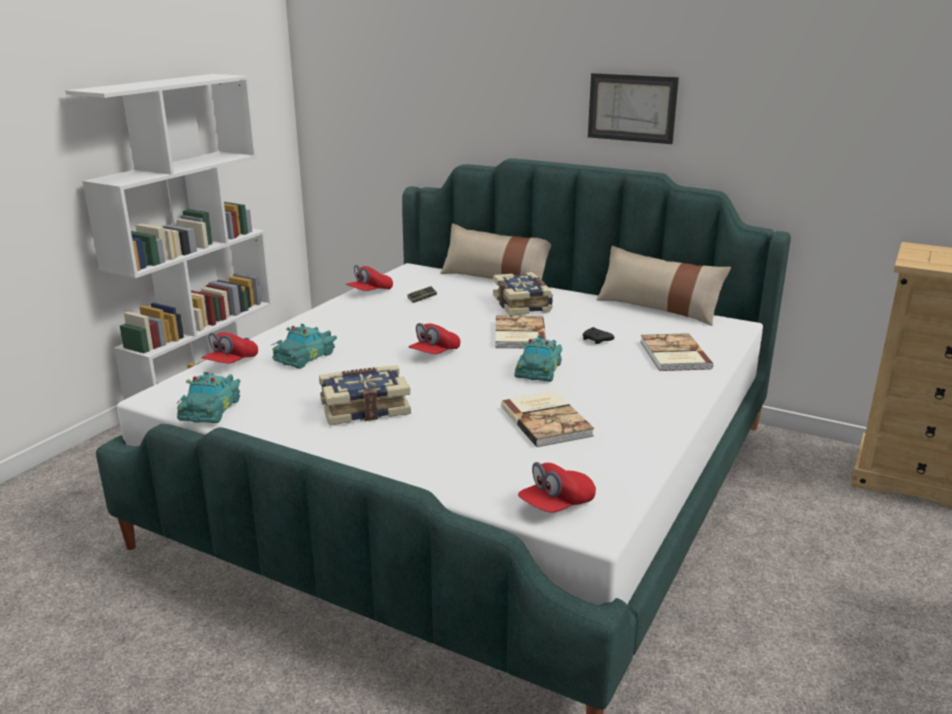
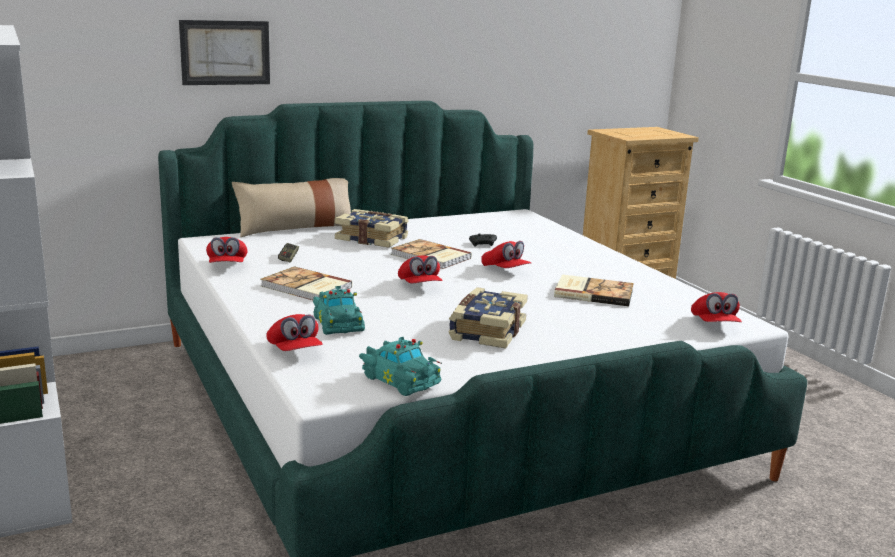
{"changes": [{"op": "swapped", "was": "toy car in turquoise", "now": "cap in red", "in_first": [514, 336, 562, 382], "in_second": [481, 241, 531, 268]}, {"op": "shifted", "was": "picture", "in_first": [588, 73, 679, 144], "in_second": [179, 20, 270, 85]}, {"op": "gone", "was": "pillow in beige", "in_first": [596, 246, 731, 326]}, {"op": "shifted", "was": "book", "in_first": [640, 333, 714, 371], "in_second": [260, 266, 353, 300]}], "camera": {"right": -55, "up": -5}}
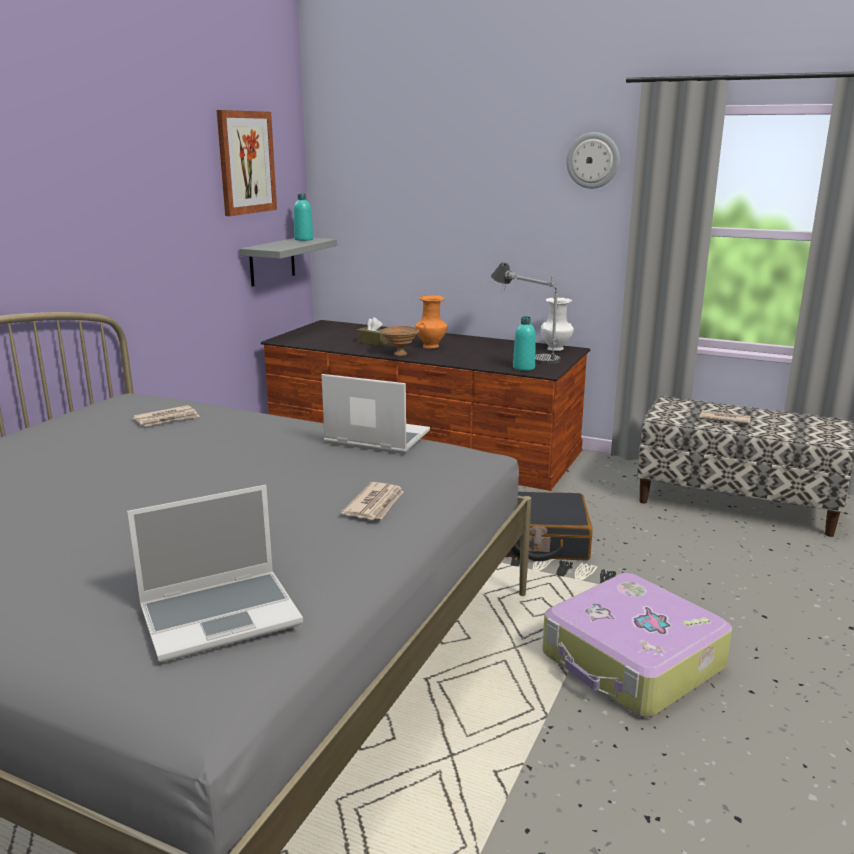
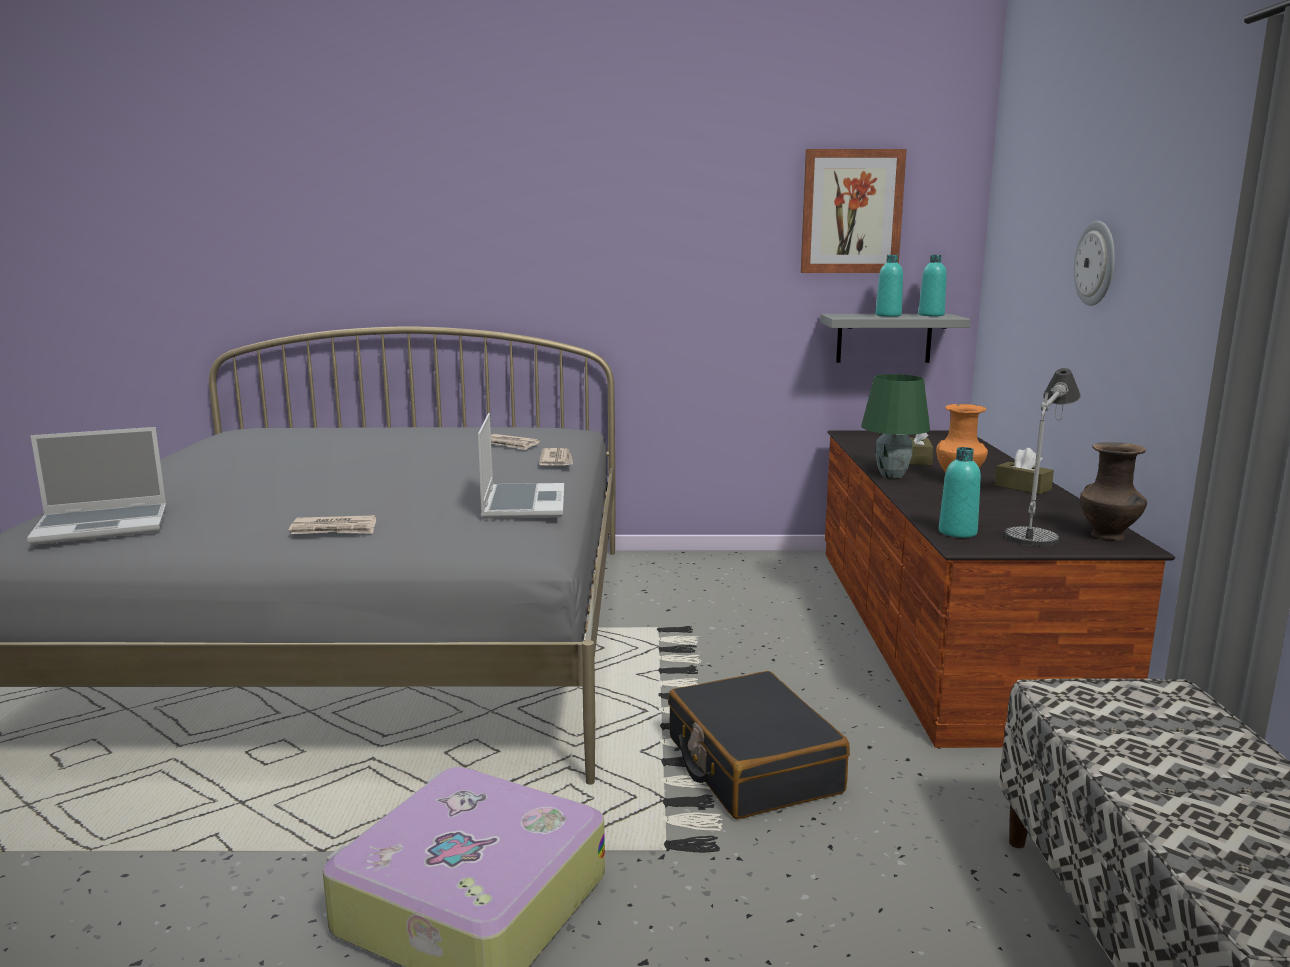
{"changes": [{"op": "rotated", "was": "laptop", "in_first": [127, 485, 303, 662], "in_second": [27, 427, 167, 545], "clockwise": -60}, {"op": "swapped", "was": "bowl in brown", "now": "table lamp in green", "in_first": [379, 326, 419, 356], "in_second": [861, 374, 930, 478]}, {"op": "repainted", "was": "vase in white", "now": "vase in brown", "in_first": [541, 297, 574, 351], "in_second": [1080, 442, 1147, 541]}, {"op": "shifted", "was": "wall clock", "in_first": [566, 132, 619, 189], "in_second": [1074, 221, 1115, 306]}, {"op": "shifted", "was": "newspaper", "in_first": [700, 411, 750, 424], "in_second": [539, 448, 573, 465]}, {"op": "new", "now": "bottle in turquoise", "in_second": [876, 255, 903, 317]}, {"op": "new", "now": "tissue box in brown", "in_second": [995, 448, 1054, 495]}], "camera": {"right": 65, "up": -5}}
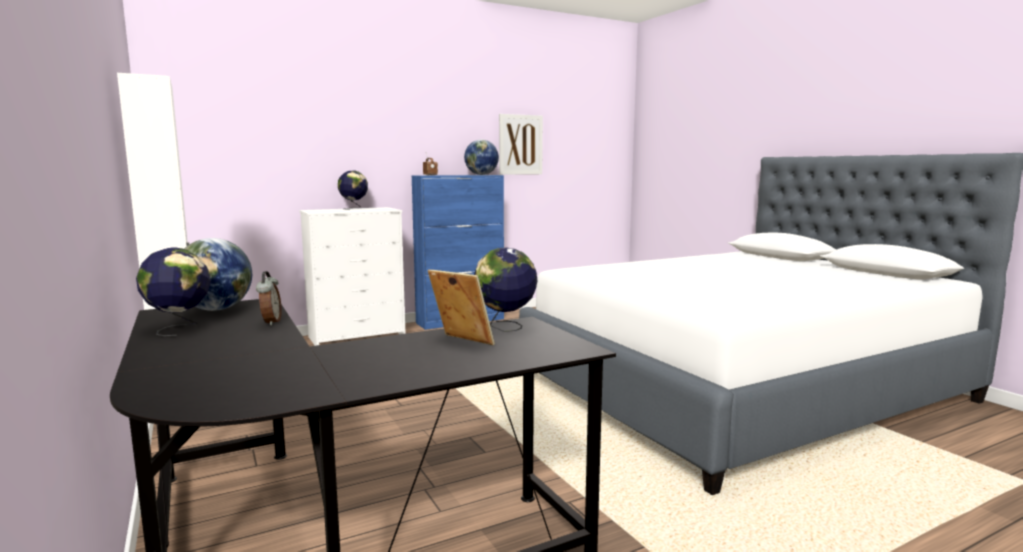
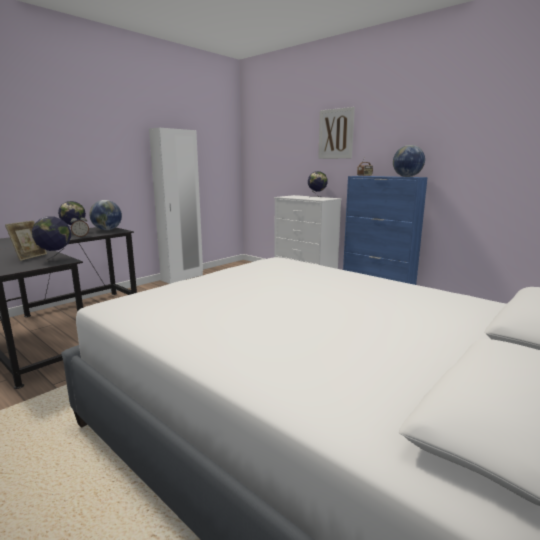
{"changes": [{"op": "shifted", "was": "picture", "in_first": [499, 114, 543, 175], "in_second": [318, 107, 355, 159]}], "camera": {"right": 70, "up": 5}}
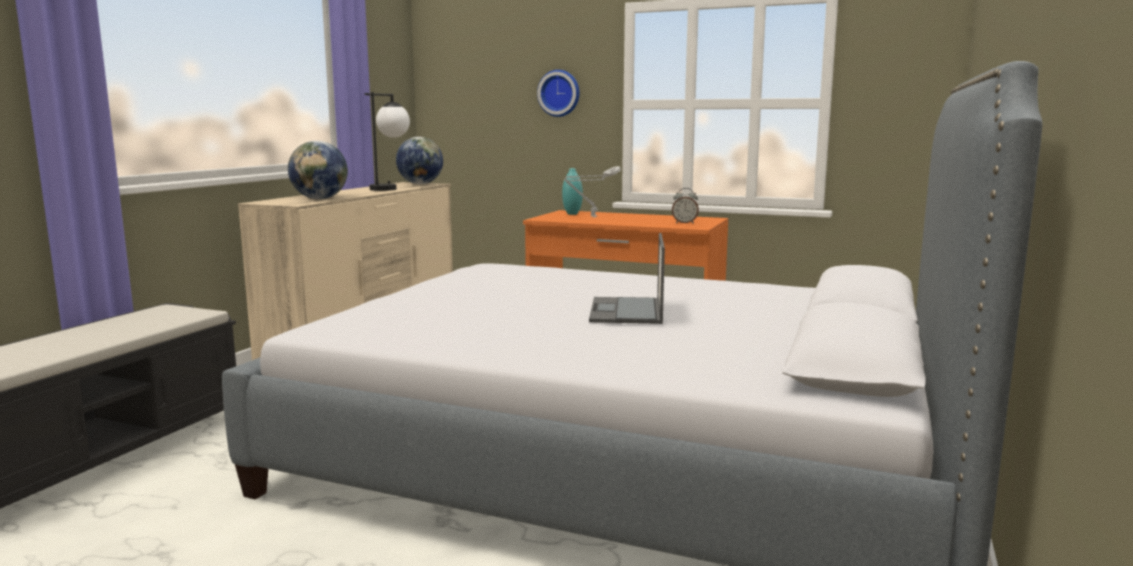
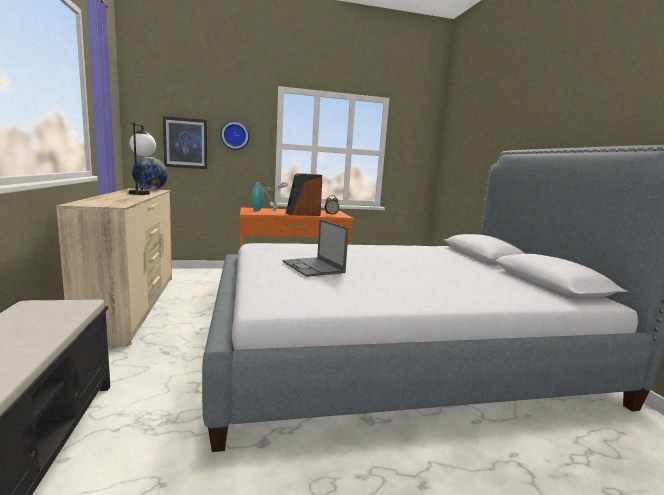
{"changes": [{"op": "gone", "was": "globe", "in_first": [288, 141, 348, 199]}, {"op": "shifted", "was": "laptop", "in_first": [589, 233, 665, 324], "in_second": [282, 219, 349, 277]}, {"op": "new", "now": "picture", "in_second": [163, 116, 207, 169]}, {"op": "new", "now": "speaker", "in_second": [286, 173, 322, 216]}], "camera": {"right": -35, "up": 0}}
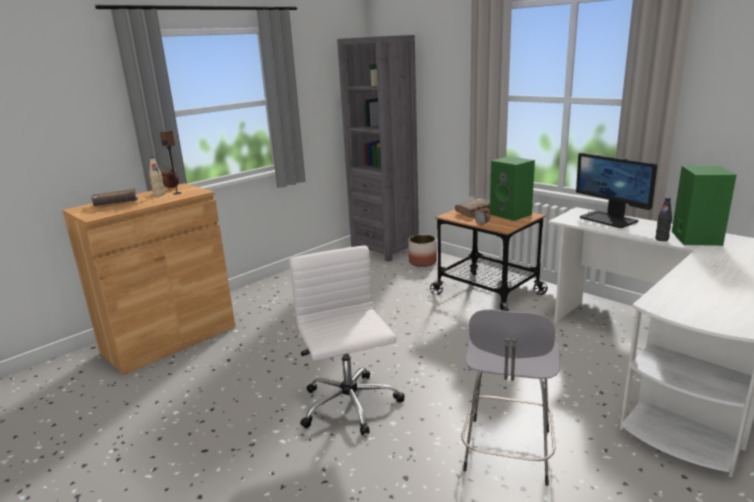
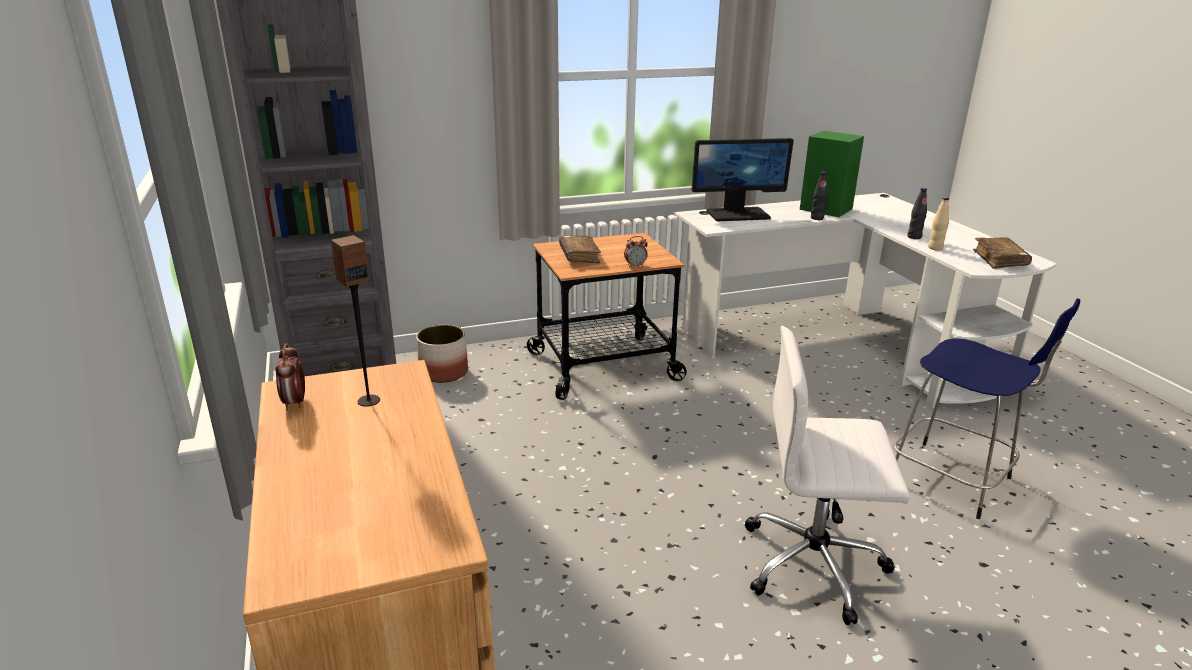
{"changes": [{"op": "shifted", "was": "book in brown", "in_first": [91, 189, 138, 206], "in_second": [973, 237, 1032, 269]}, {"op": "shifted", "was": "bottle in beige", "in_first": [149, 156, 165, 196], "in_second": [928, 197, 949, 251]}, {"op": "repainted", "was": "stool in grey", "now": "stool in blue", "in_first": [461, 309, 560, 486], "in_second": [894, 298, 1080, 519]}, {"op": "gone", "was": "speaker in green", "in_first": [490, 156, 535, 221]}, {"op": "new", "now": "bottle in black", "in_second": [908, 188, 927, 239]}], "camera": {"right": -65, "up": 5}}
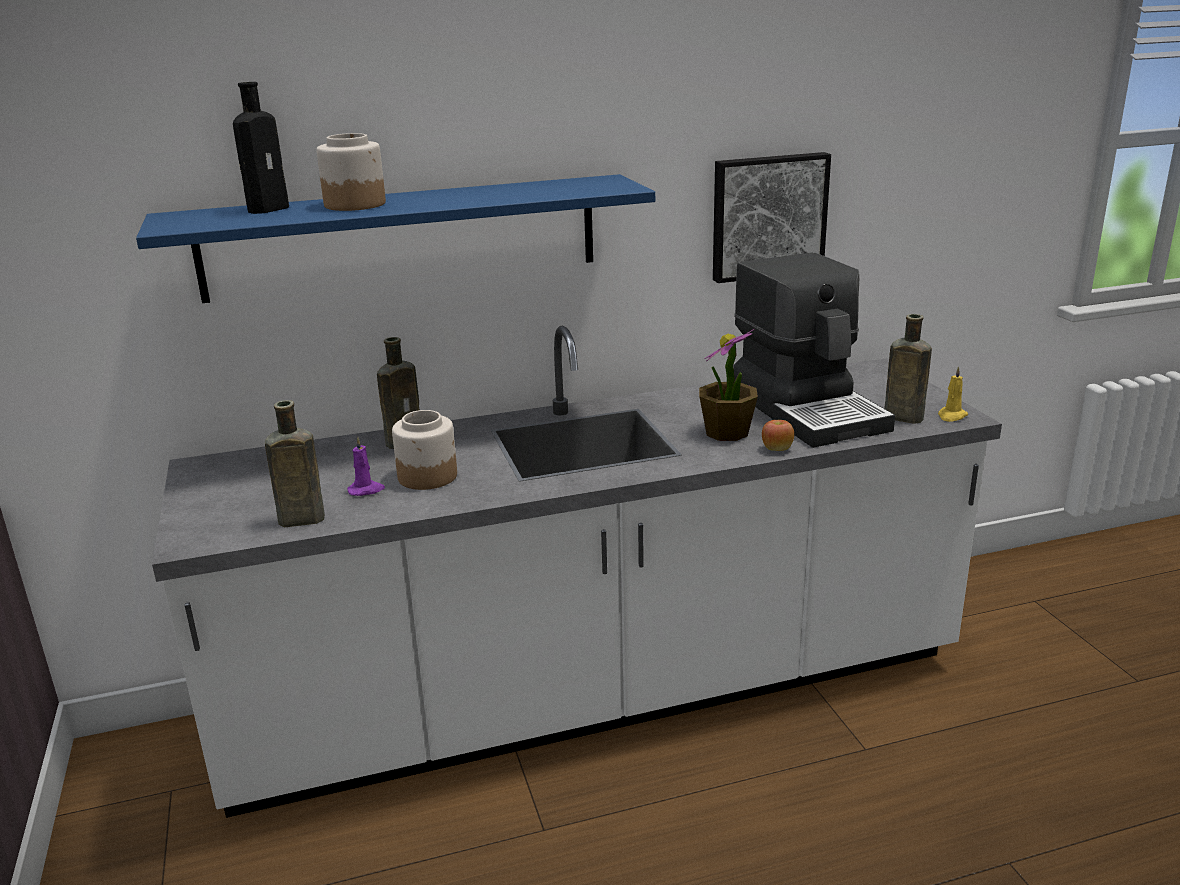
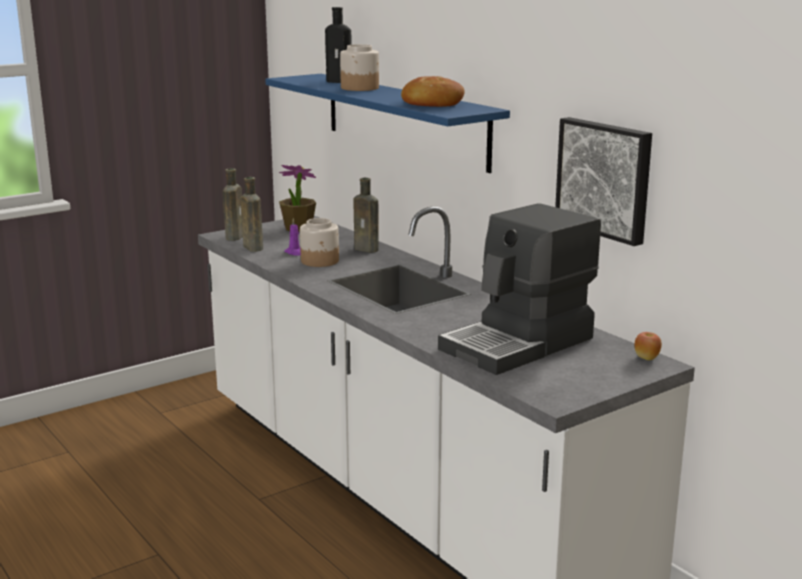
{"changes": [{"op": "shifted", "was": "potted plant", "in_first": [699, 329, 758, 441], "in_second": [279, 165, 316, 232]}, {"op": "shifted", "was": "apple", "in_first": [762, 420, 794, 451], "in_second": [635, 332, 662, 360]}, {"op": "shifted", "was": "bottle in brown", "in_first": [884, 314, 932, 424], "in_second": [223, 168, 243, 241]}, {"op": "gone", "was": "candle in yellow", "in_first": [938, 366, 968, 422]}, {"op": "new", "now": "bread", "in_second": [401, 76, 465, 107]}], "camera": {"right": 70, "up": -5}}
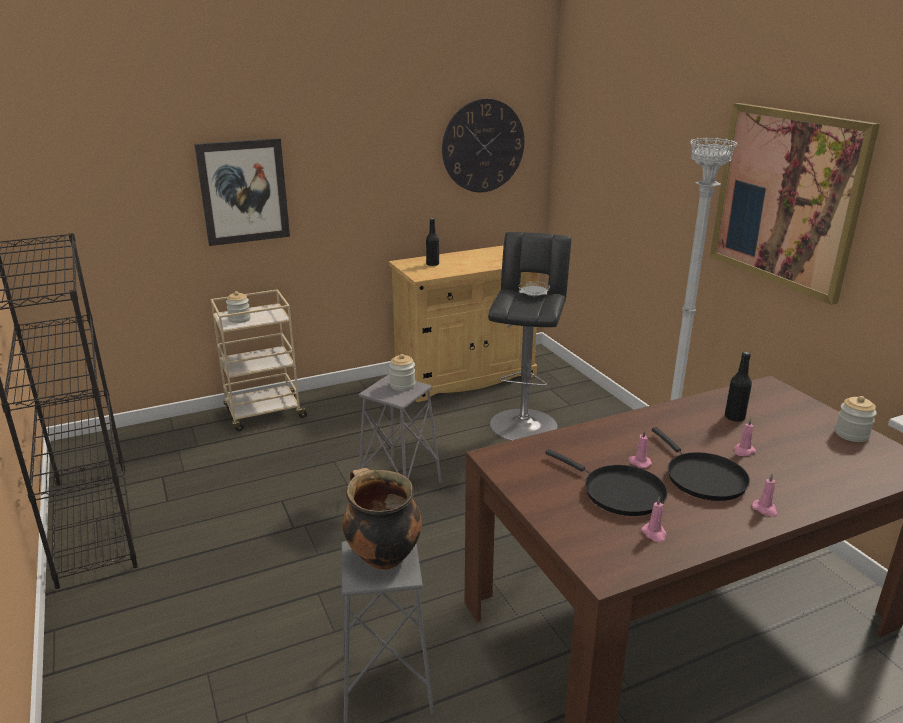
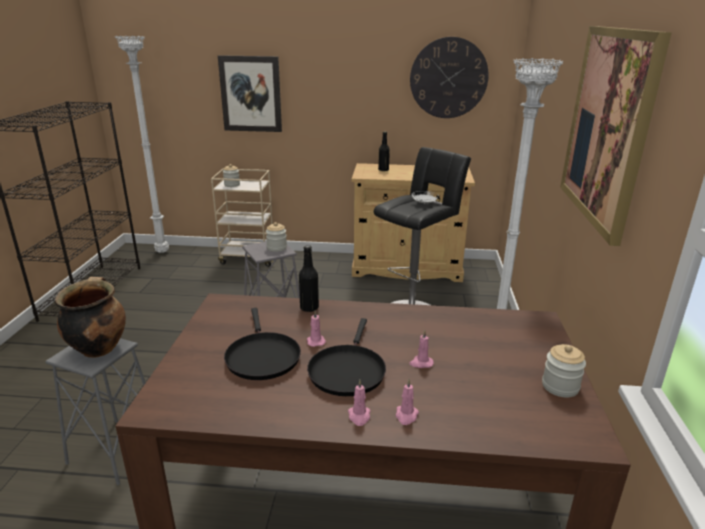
{"changes": [{"op": "shifted", "was": "candle in pink", "in_first": [641, 496, 667, 543], "in_second": [396, 379, 419, 425]}, {"op": "shifted", "was": "bottle in black", "in_first": [725, 352, 752, 422], "in_second": [299, 245, 319, 312]}, {"op": "new", "now": "floor lamp in white", "in_second": [115, 35, 169, 253]}], "camera": {"right": 30, "up": 0}}
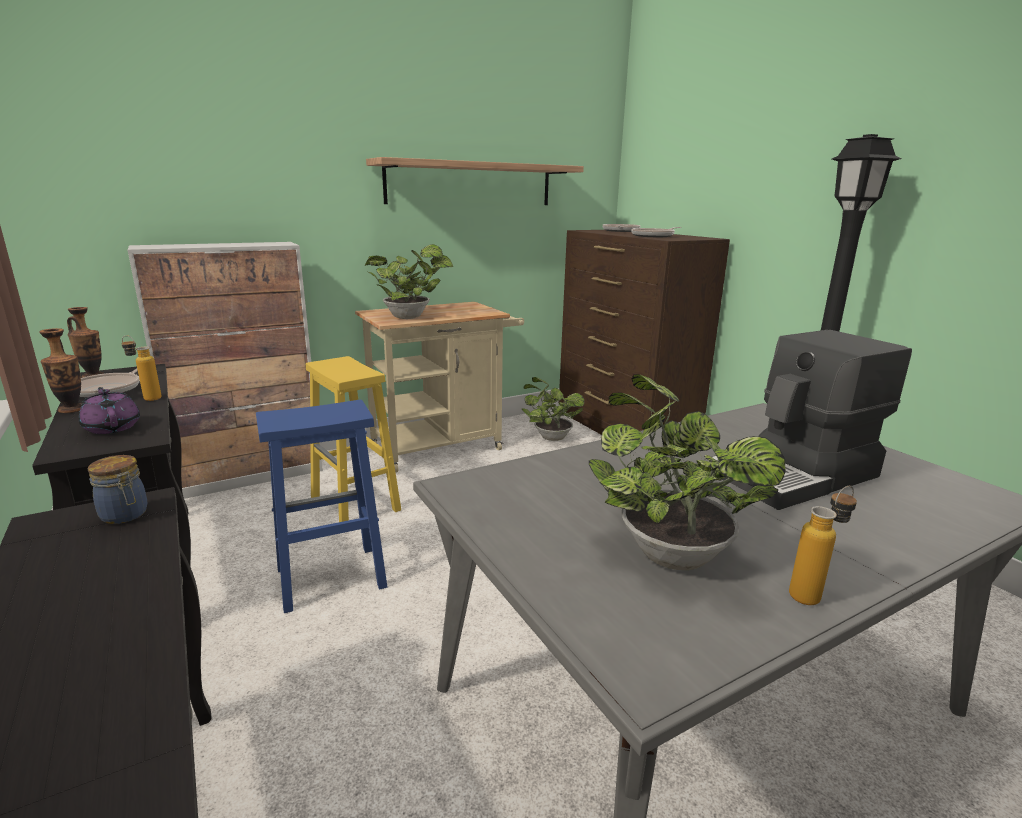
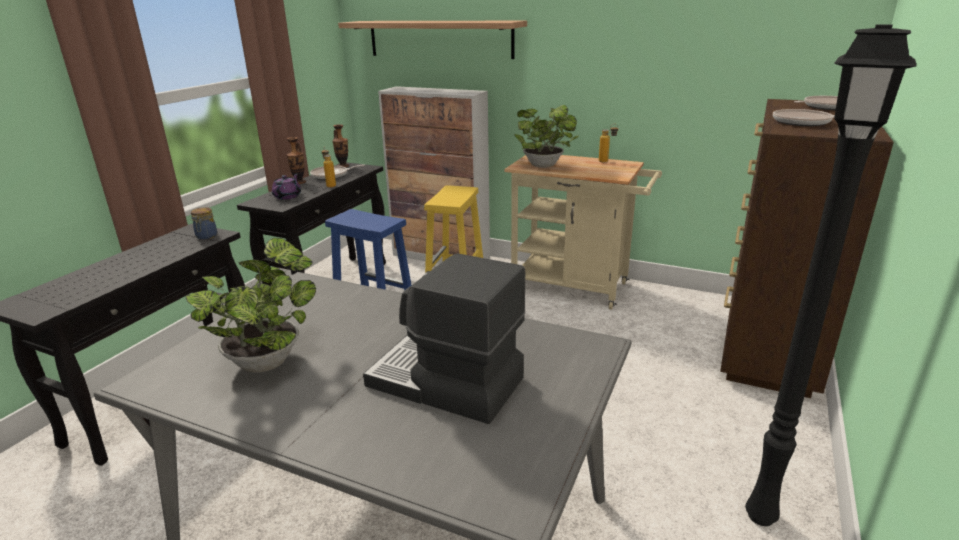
{"changes": [{"op": "shifted", "was": "shelf", "in_first": [366, 157, 584, 205], "in_second": [338, 21, 527, 59]}, {"op": "gone", "was": "potted plant", "in_first": [522, 377, 584, 441]}, {"op": "shifted", "was": "bottle", "in_first": [789, 486, 857, 605], "in_second": [599, 124, 619, 162]}], "camera": {"right": 55, "up": 5}}
